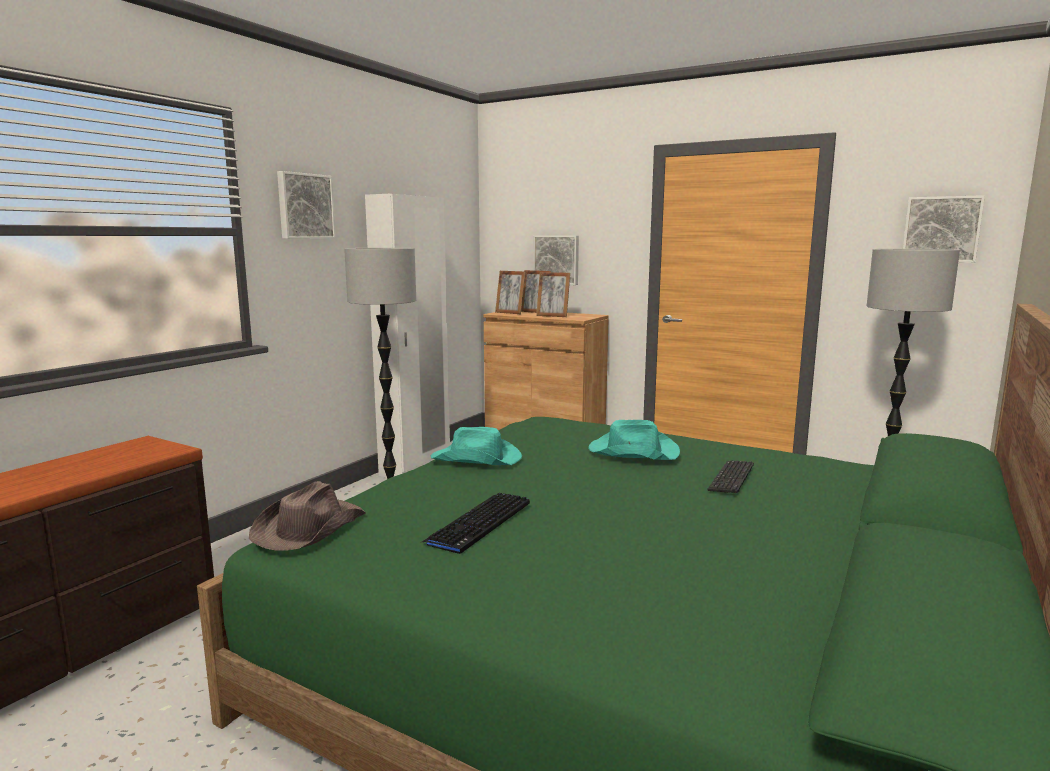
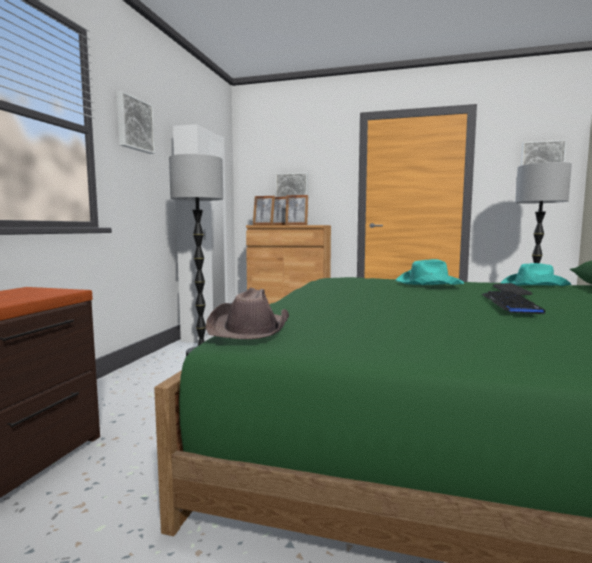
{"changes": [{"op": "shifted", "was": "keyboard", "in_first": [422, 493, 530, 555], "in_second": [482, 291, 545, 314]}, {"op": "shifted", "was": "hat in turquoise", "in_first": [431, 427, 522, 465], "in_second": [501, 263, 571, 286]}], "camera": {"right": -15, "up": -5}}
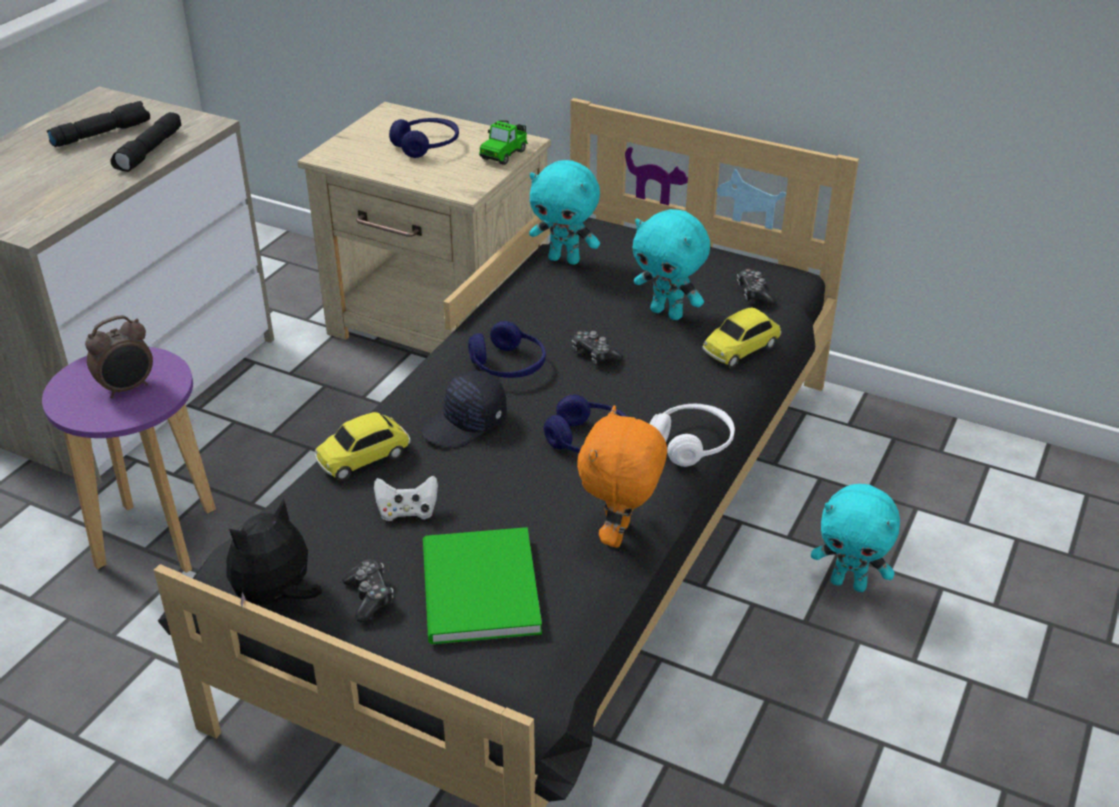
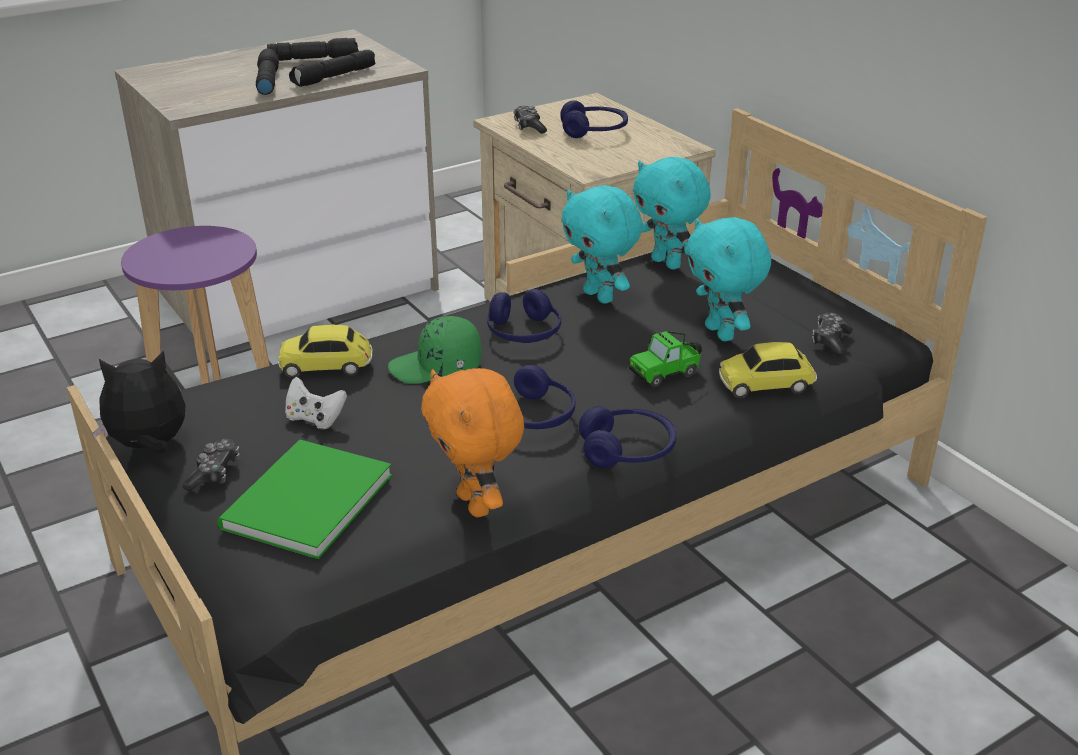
{"changes": [{"op": "gone", "was": "alarm clock", "in_first": [85, 315, 153, 398]}, {"op": "repainted", "was": "cap in black", "now": "cap in green", "in_first": [422, 371, 507, 449], "in_second": [388, 316, 482, 384]}, {"op": "shifted", "was": "toy car", "in_first": [479, 120, 528, 165], "in_second": [629, 331, 702, 388]}, {"op": "shifted", "was": "game controller", "in_first": [572, 331, 623, 364], "in_second": [513, 106, 547, 134]}, {"op": "rotated", "was": "plush toy in orange", "in_first": [577, 405, 667, 548], "in_second": [421, 368, 524, 517], "clockwise": -75}, {"op": "repainted", "was": "headphones in white", "now": "headphones in blue", "in_first": [650, 404, 735, 467], "in_second": [579, 406, 676, 468]}, {"op": "shifted", "was": "plush toy in turquoise", "in_first": [811, 484, 900, 592], "in_second": [561, 185, 643, 304]}, {"op": "new", "now": "flashlight in black", "in_second": [256, 49, 279, 95]}], "camera": {"right": 30, "up": -5}}
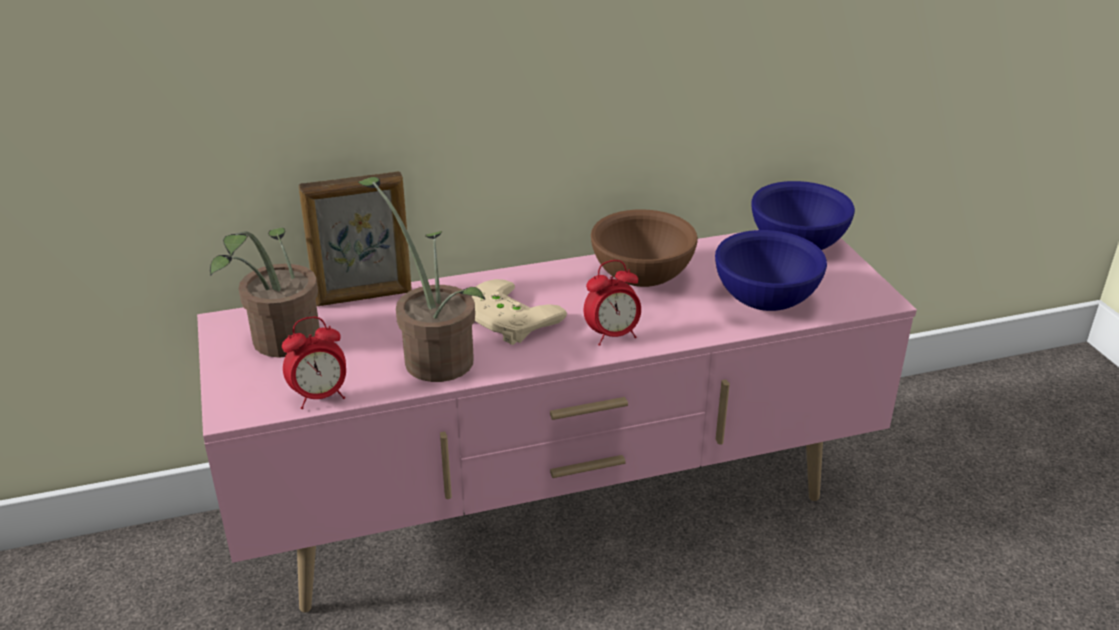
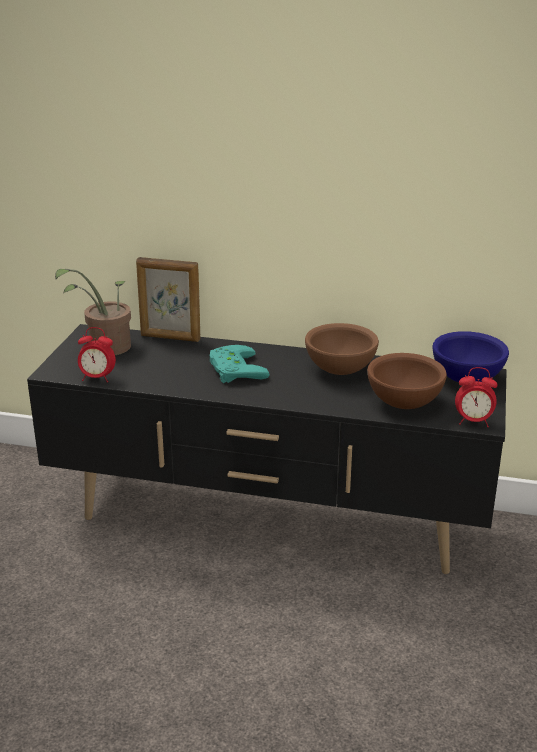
{"changes": [{"op": "repainted", "was": "tv stand in pink", "now": "tv stand in black", "in_first": [197, 232, 917, 613], "in_second": [27, 324, 506, 574]}, {"op": "gone", "was": "potted plant", "in_first": [358, 177, 485, 382]}, {"op": "repainted", "was": "game controller in beige", "now": "game controller in turquoise", "in_first": [471, 279, 567, 345], "in_second": [210, 345, 269, 383]}, {"op": "shifted", "was": "alarm clock", "in_first": [584, 260, 641, 346], "in_second": [455, 367, 498, 427]}, {"op": "repainted", "was": "bowl in blue", "now": "bowl in brown", "in_first": [715, 230, 827, 311], "in_second": [367, 353, 447, 409]}], "camera": {"right": 30, "up": -5}}
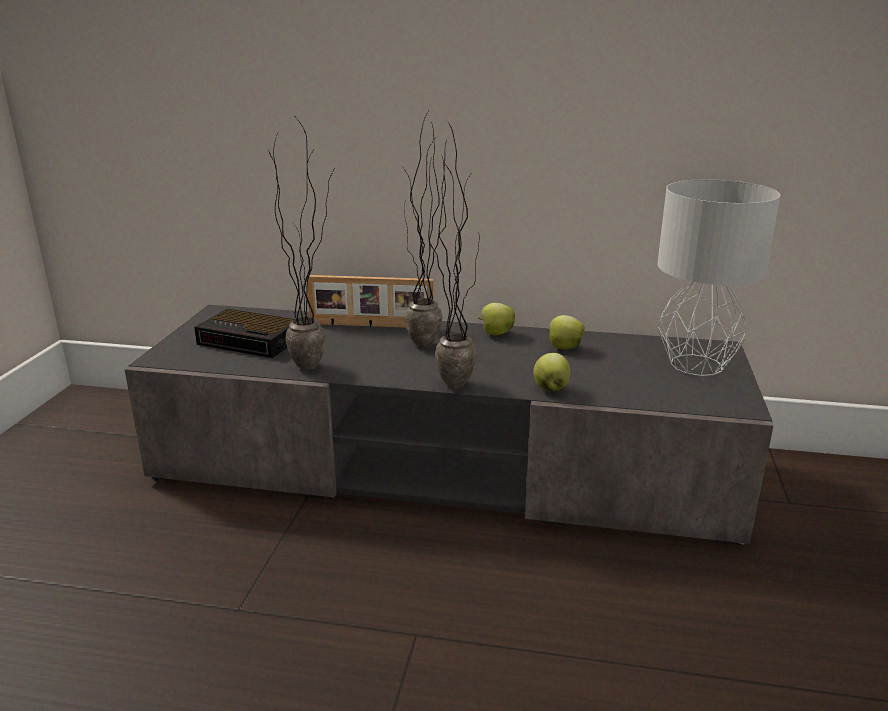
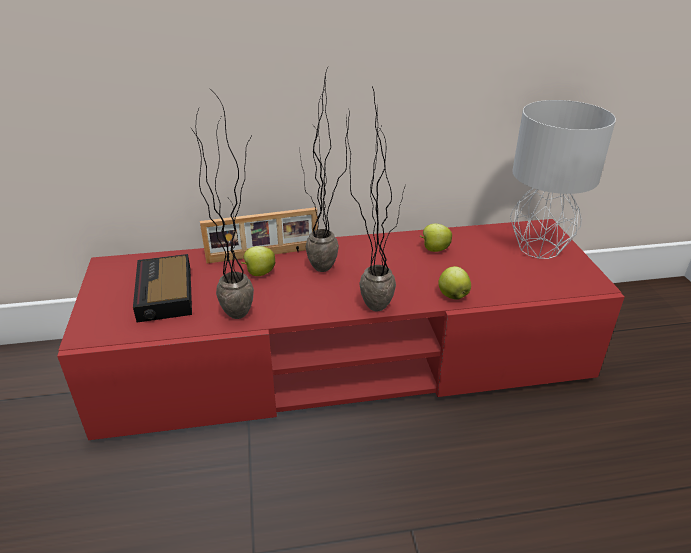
{"changes": [{"op": "repainted", "was": "tv stand in grey", "now": "tv stand in red", "in_first": [124, 305, 773, 545], "in_second": [57, 219, 625, 440]}, {"op": "rotated", "was": "alarm clock", "in_first": [194, 309, 295, 358], "in_second": [133, 254, 192, 323], "clockwise": 75}, {"op": "shifted", "was": "apple", "in_first": [478, 303, 515, 335], "in_second": [241, 246, 275, 276]}], "camera": {"right": -20, "up": 10}}
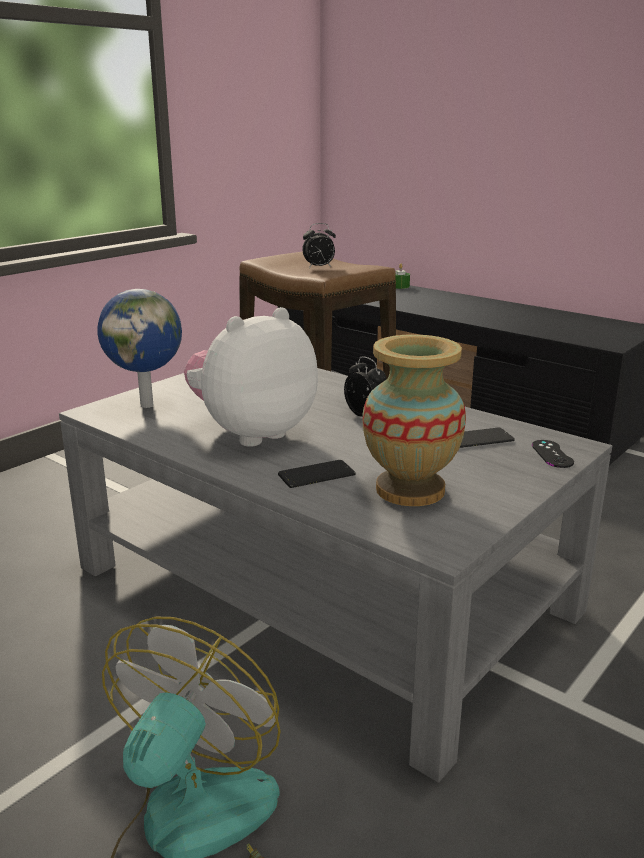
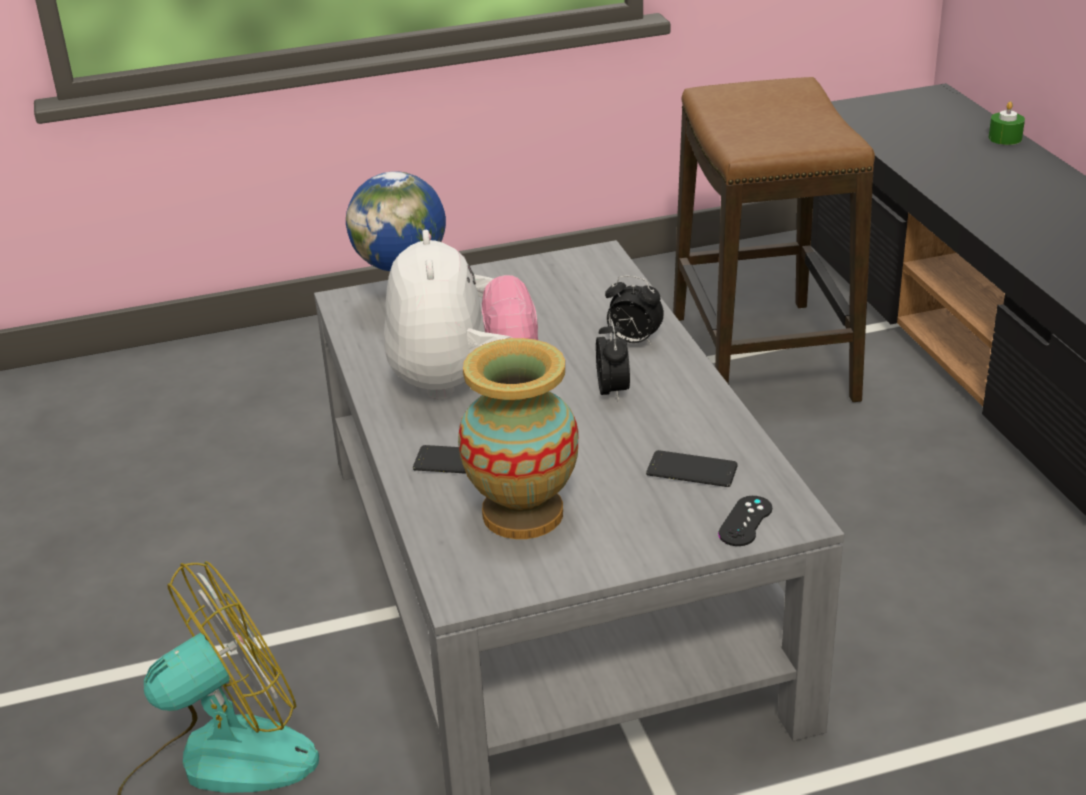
{"changes": [{"op": "rotated", "was": "plush toy", "in_first": [184, 307, 318, 447], "in_second": [384, 230, 538, 400], "clockwise": 90}, {"op": "shifted", "was": "alarm clock", "in_first": [302, 223, 336, 268], "in_second": [605, 276, 664, 346]}], "camera": {"right": 35, "up": 10}}
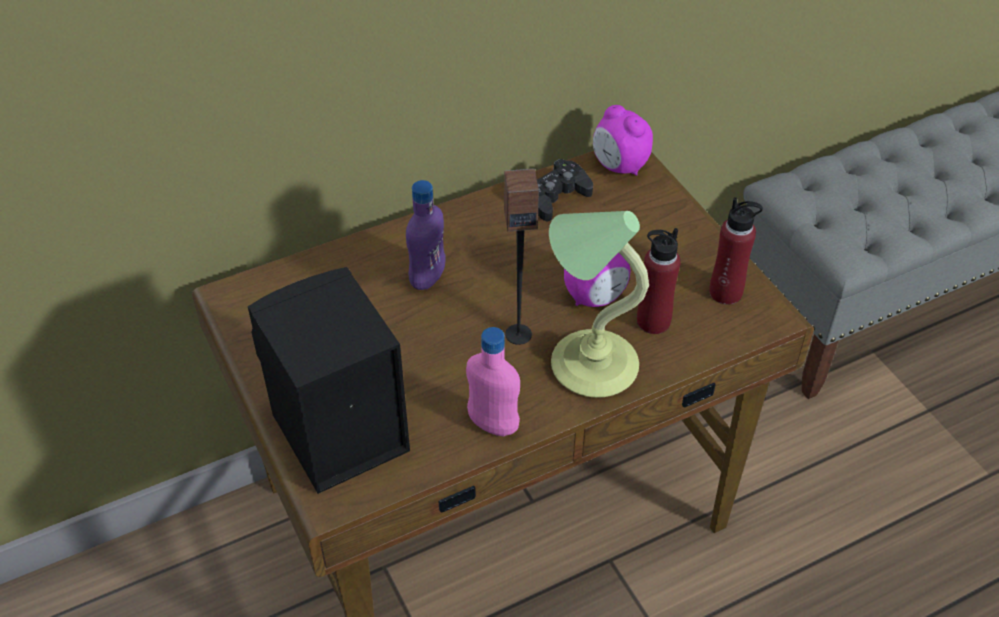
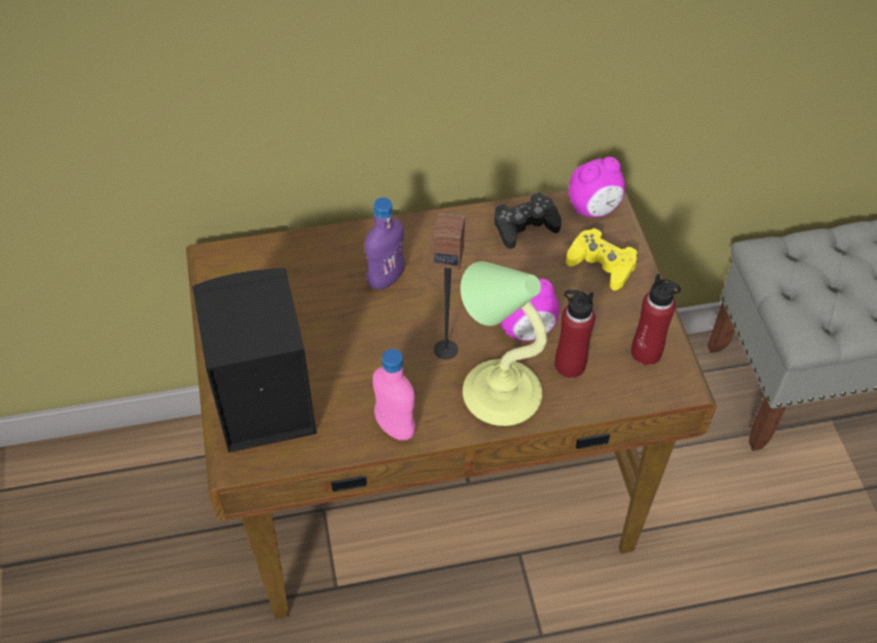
{"changes": [{"op": "rotated", "was": "alarm clock", "in_first": [593, 105, 653, 176], "in_second": [569, 157, 625, 217], "clockwise": -90}, {"op": "new", "now": "game controller in yellow", "in_second": [566, 228, 638, 291]}], "camera": {"right": 15, "up": 5}}
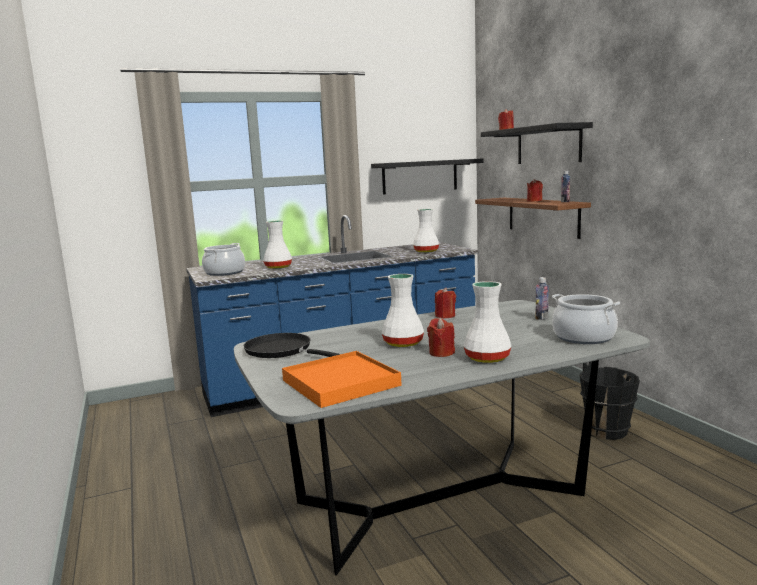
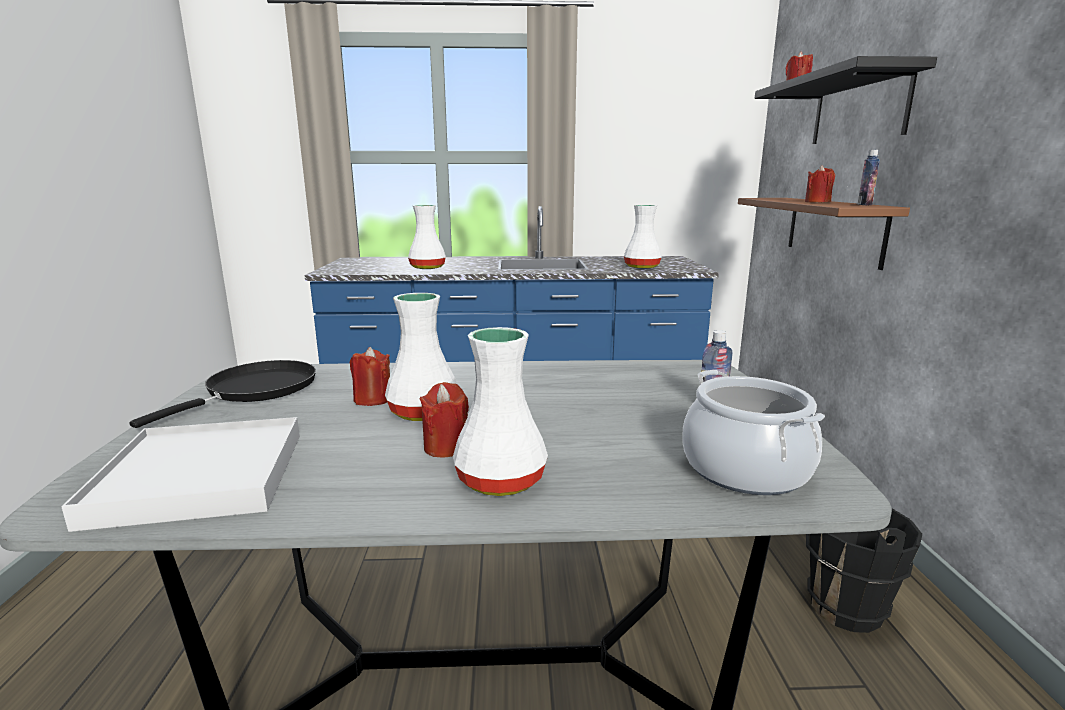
{"changes": [{"op": "gone", "was": "cooking pot", "in_first": [202, 243, 245, 276]}, {"op": "rotated", "was": "frying pan in black", "in_first": [244, 333, 340, 358], "in_second": [130, 360, 316, 428], "clockwise": 60}, {"op": "repainted", "was": "tray in orange", "now": "tray in white", "in_first": [282, 351, 401, 408], "in_second": [61, 417, 300, 532]}, {"op": "gone", "was": "shelf in black", "in_first": [371, 158, 483, 194]}, {"op": "shifted", "was": "candle in red", "in_first": [435, 288, 456, 318], "in_second": [350, 347, 390, 406]}], "camera": {"right": 20, "up": 5}}
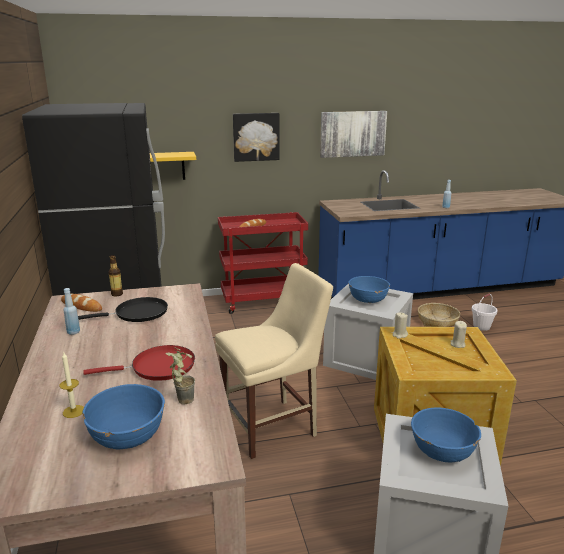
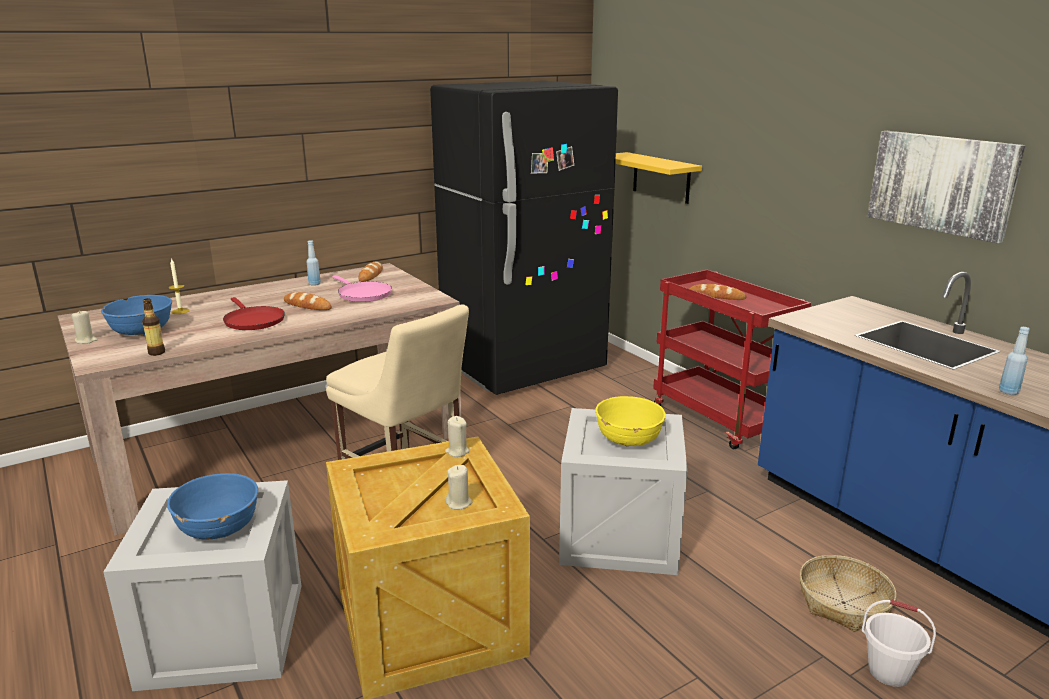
{"changes": [{"op": "repainted", "was": "frying pan in black", "now": "frying pan in pink", "in_first": [78, 297, 168, 322], "in_second": [332, 275, 392, 302]}, {"op": "shifted", "was": "bottle", "in_first": [108, 255, 123, 296], "in_second": [142, 298, 165, 356]}, {"op": "gone", "was": "potted plant", "in_first": [166, 347, 195, 405]}, {"op": "gone", "was": "picture", "in_first": [233, 113, 280, 162]}, {"op": "repainted", "was": "bowl in blue", "now": "bowl in yellow", "in_first": [348, 276, 390, 303], "in_second": [595, 396, 666, 447]}, {"op": "new", "now": "candle in beige", "in_second": [72, 310, 98, 344]}, {"op": "new", "now": "bread", "in_second": [284, 292, 332, 310]}], "camera": {"right": 70, "up": 0}}
